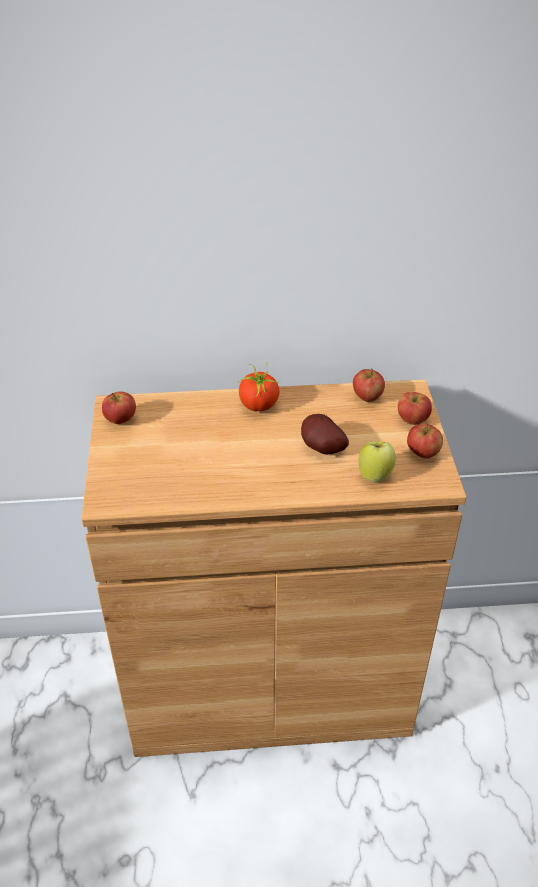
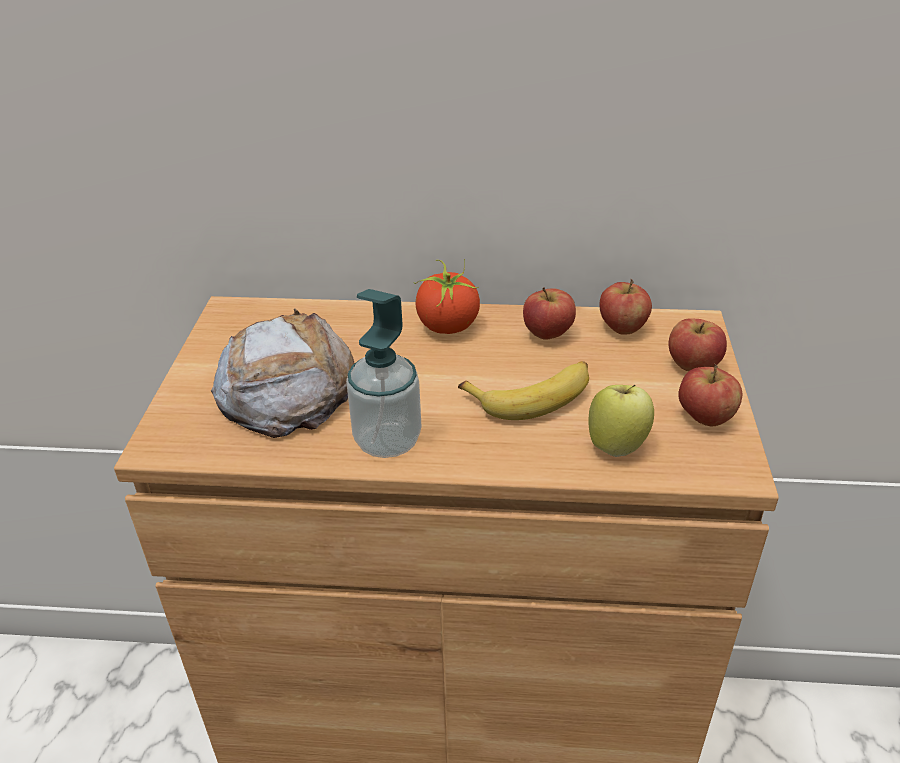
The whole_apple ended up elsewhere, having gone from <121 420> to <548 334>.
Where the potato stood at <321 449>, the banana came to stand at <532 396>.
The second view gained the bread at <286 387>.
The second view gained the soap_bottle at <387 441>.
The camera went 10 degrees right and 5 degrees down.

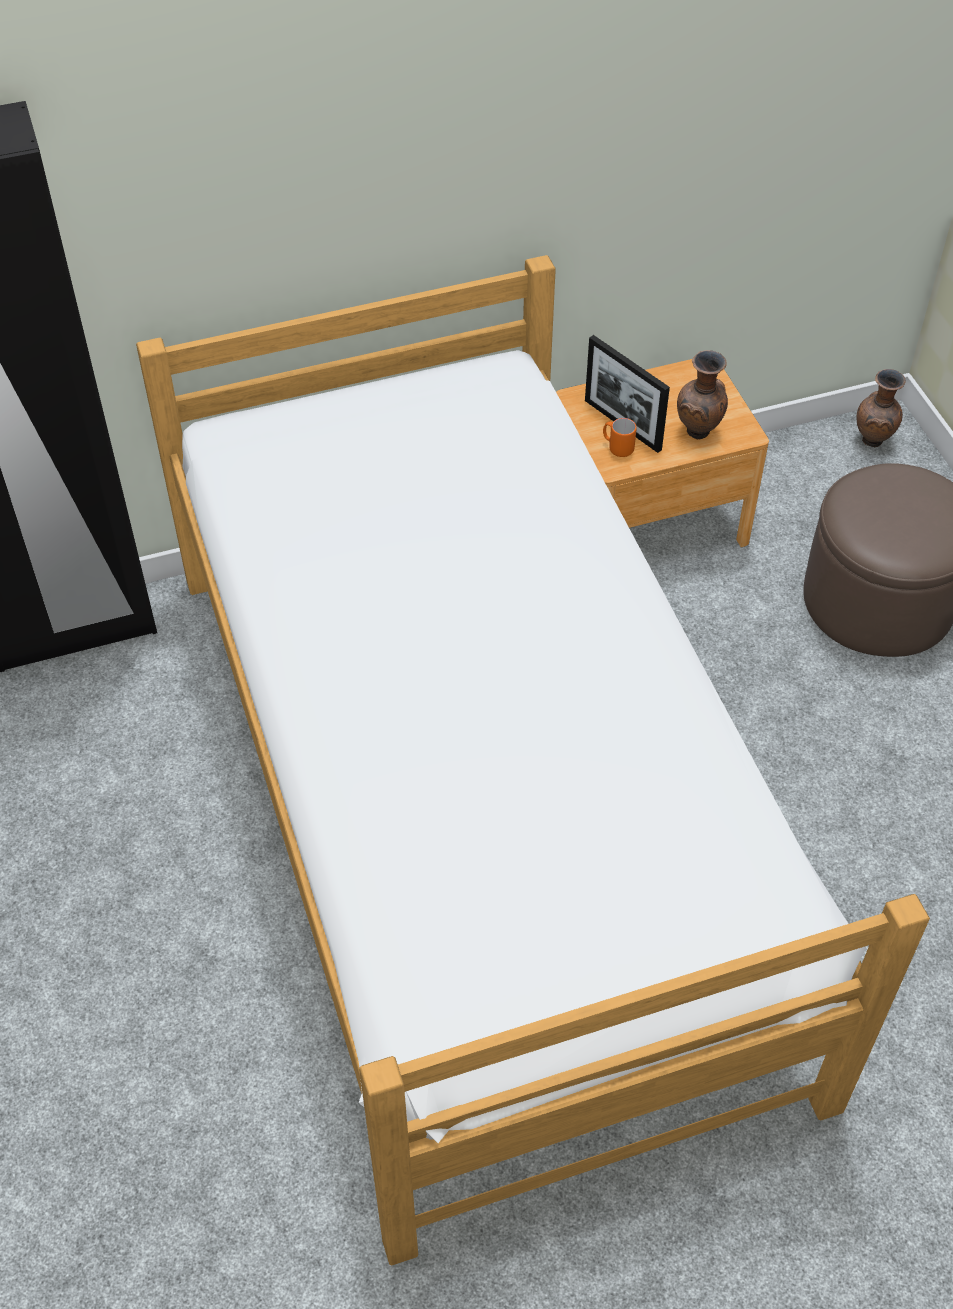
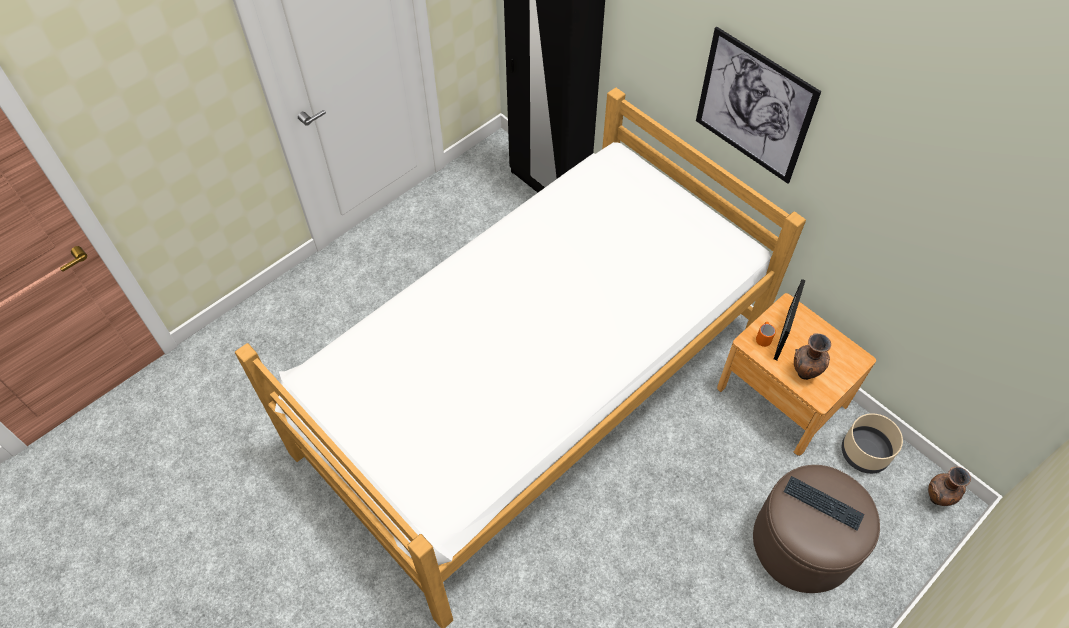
The second view gained the picture at <754 106>.
The second view gained the computer_keyboard at <823 503>.
The second view gained the beige_plant_pot at <865 453>.
The camera went 65 degrees right and 5 degrees up.

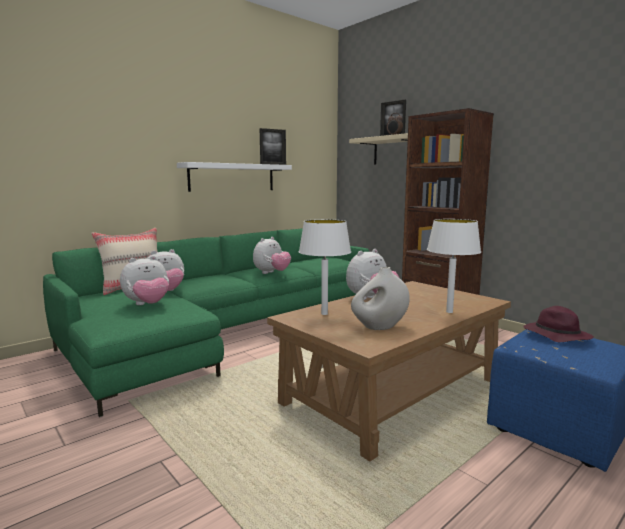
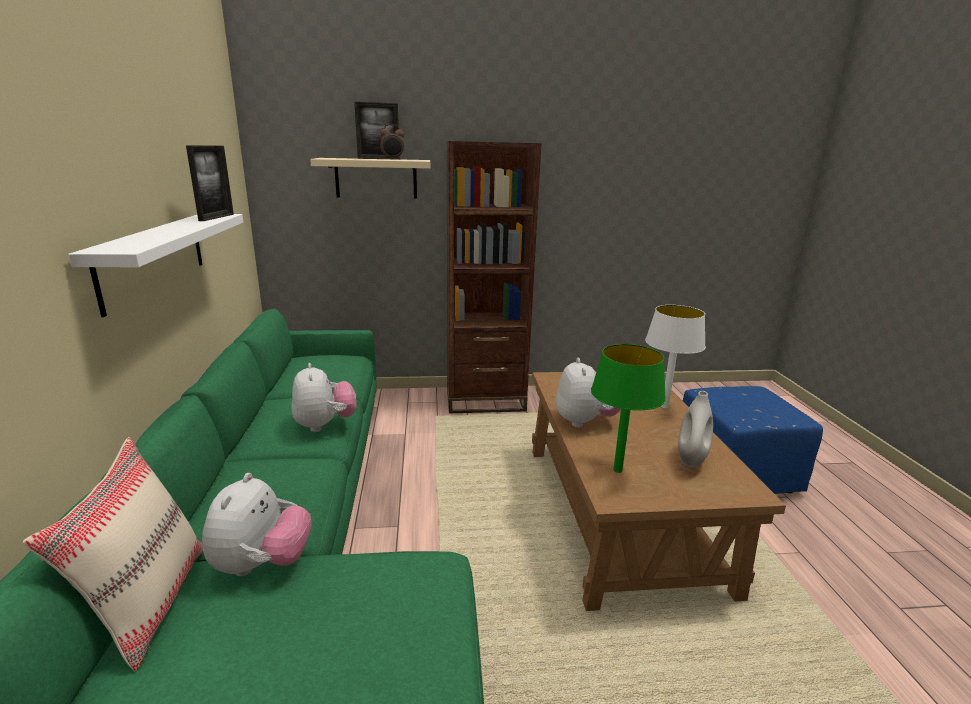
The second view lost the plush_toy at <148 305>.
What was the white-coloured_tabletop_lamp at <324 314> turned into the greenish_tabletop_lamp at <618 470>.
The second view lost the purple_wearable_hat at <555 335>.
The camera went 55 degrees left and 10 degrees up.

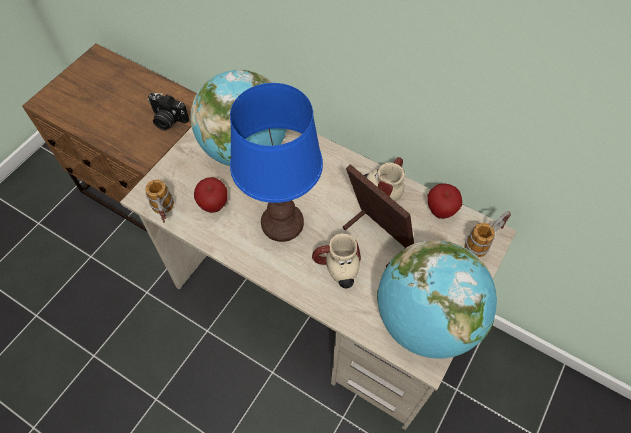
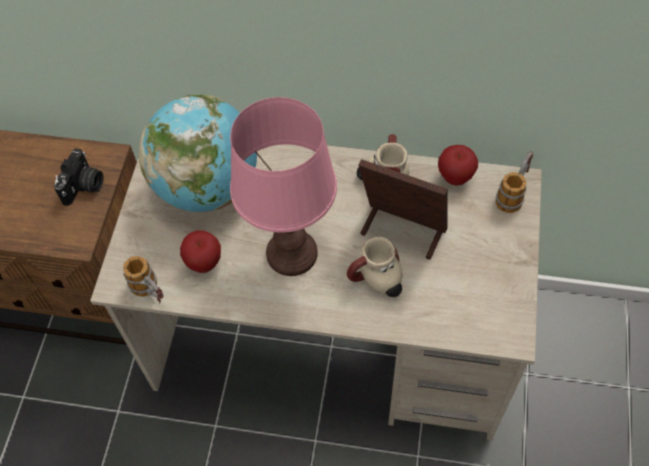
The photo_camera at <167 120> ended up facing another way, 75 degrees counterclockwise from before.
What was the bluish_tabletop_lamp at <282 222> turned into the pinkish_tabletop_lamp at <292 253>.
The second view lost the world_globe at <425 320>.
The camera went 20 degrees left and 0 degrees up.

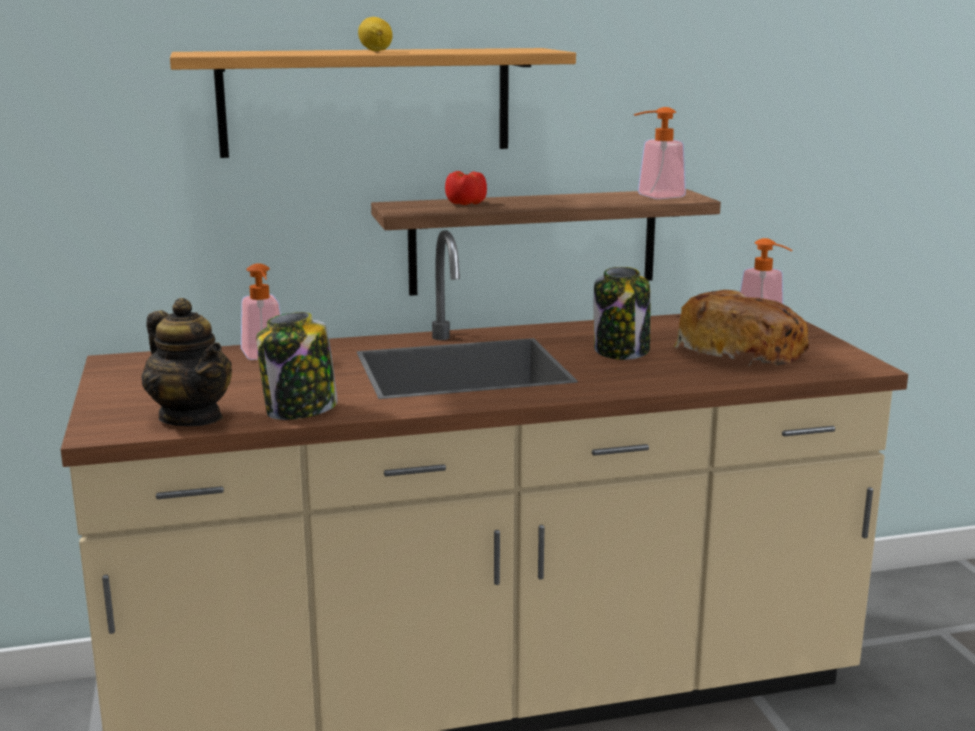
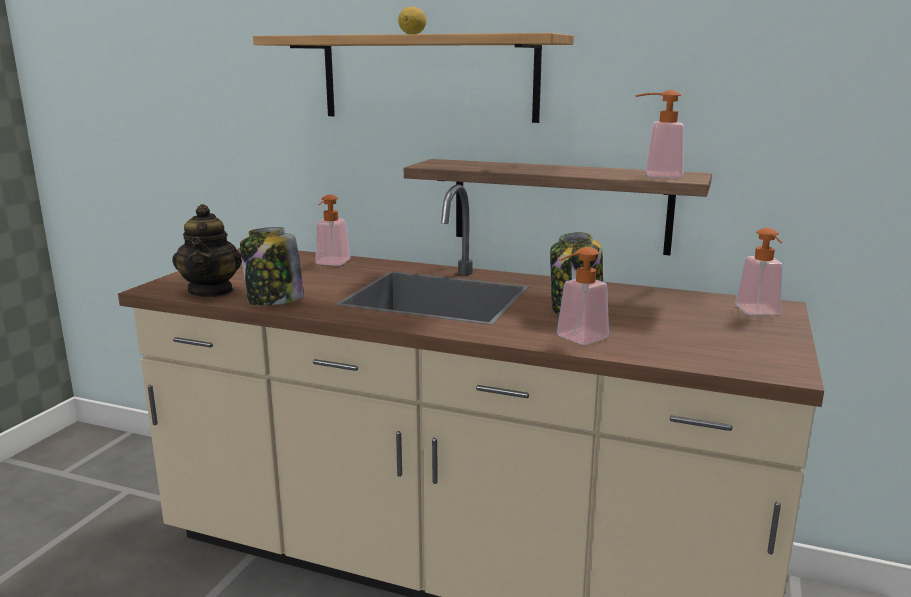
The second view lost the tomato at <466 203>.
The second view lost the bread at <739 351>.
The second view gained the soap_bottle at <576 339>.
The camera went 35 degrees right and 0 degrees up.

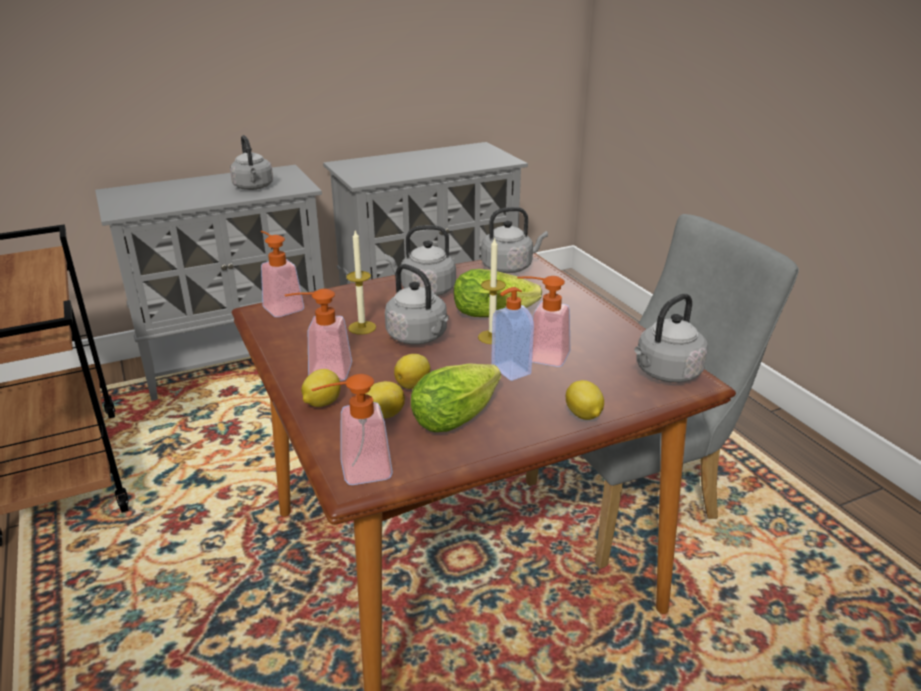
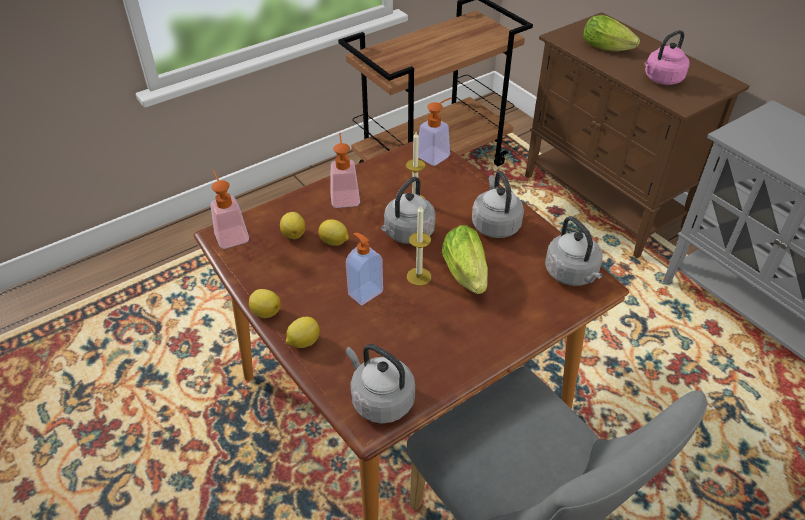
What was the greyish_cabinet at <238 360> turned into the brown_cabinet at <604 202>.
What was the greyish_water_kettle at <254 187> turned into the pinkish_water_kettle at <661 79>.
The citrus_fruit ended up elsewhere, having gone from <321 403> to <265 312>.
The lettuce_head ended up elsewhere, having gone from <460 414> to <609 48>.
The second view lost the soap_bottle at <540 355>.
The camera went 80 degrees right and 15 degrees up.

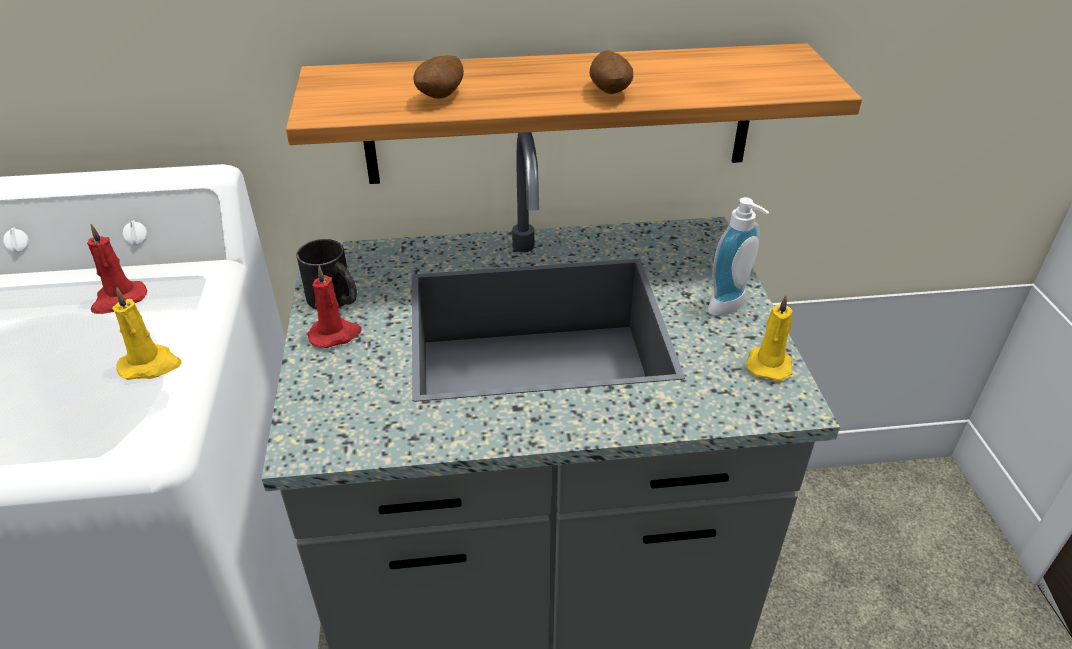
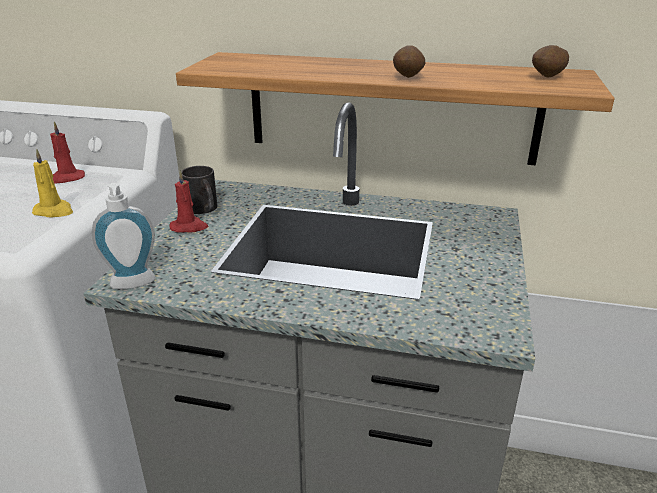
The potato ended up elsewhere, having gone from <441 97> to <548 77>.
The soap_bottle ended up elsewhere, having gone from <731 308> to <133 285>.
The second view lost the yellowish_candle at <769 364>.
The camera went 20 degrees right and 10 degrees down.

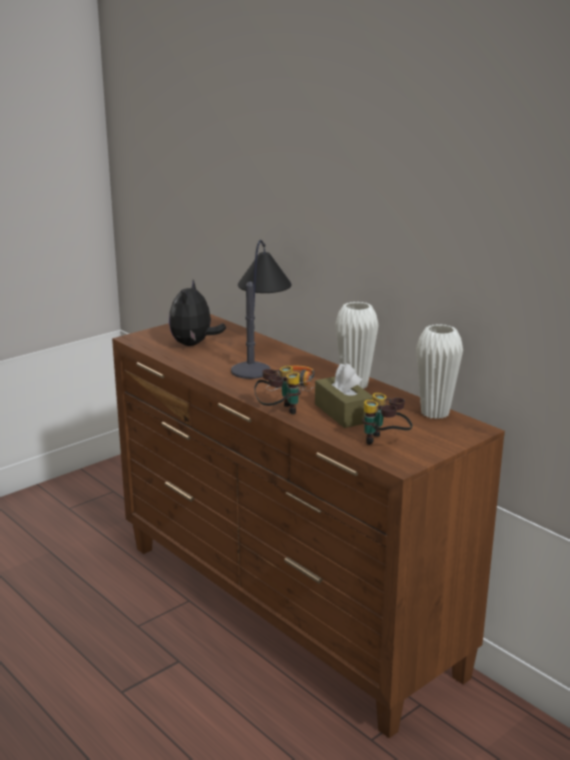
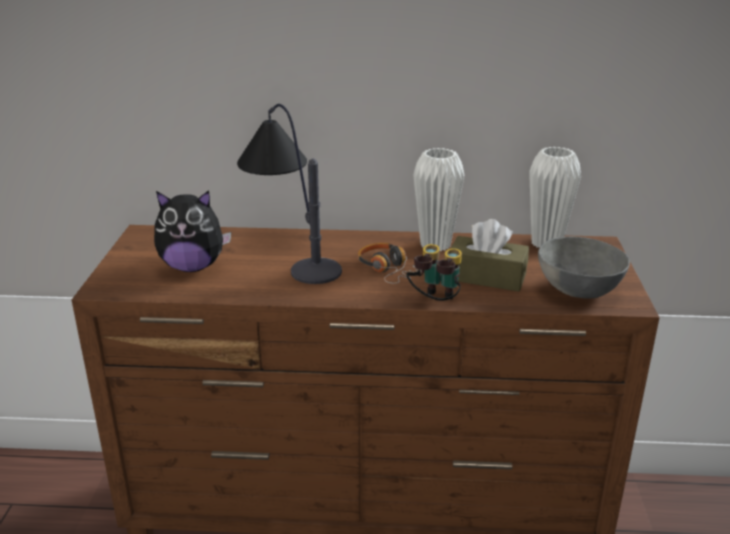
The plush_toy at <194 344> ended up facing another way, 60 degrees counterclockwise from before.
Where the field_glasses stood at <385 443>, the greyish_bowl came to stand at <576 289>.
The camera went 45 degrees left and 5 degrees up.

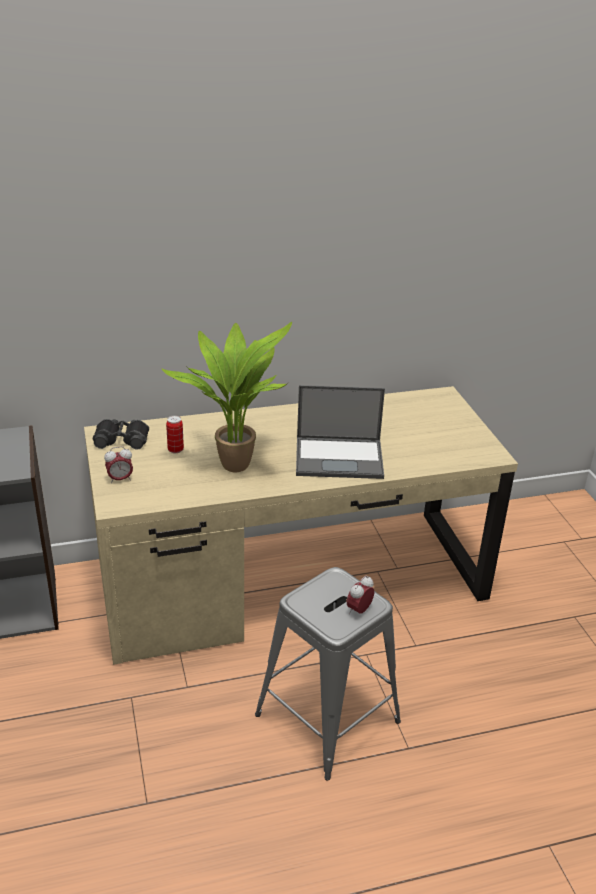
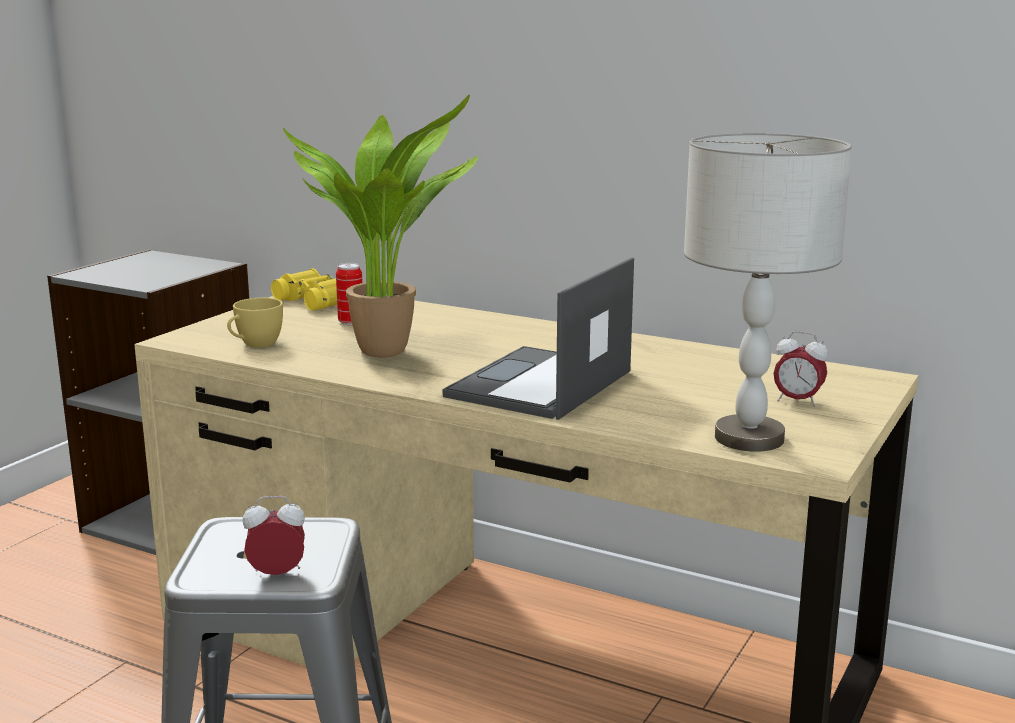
What was the black-coloured_field_glasses at <122 439> turned into the yellowish_field_glasses at <317 301>.
The table_clock ended up elsewhere, having gone from <120 479> to <797 401>.
The laptop at <340 458> ended up facing another way, 75 degrees clockwise from before.
The second view gained the yellowish_small_cup at <255 345>.
The second view gained the greyish_tabletop_lamp at <749 439>.
The camera went 45 degrees right and 15 degrees down.

